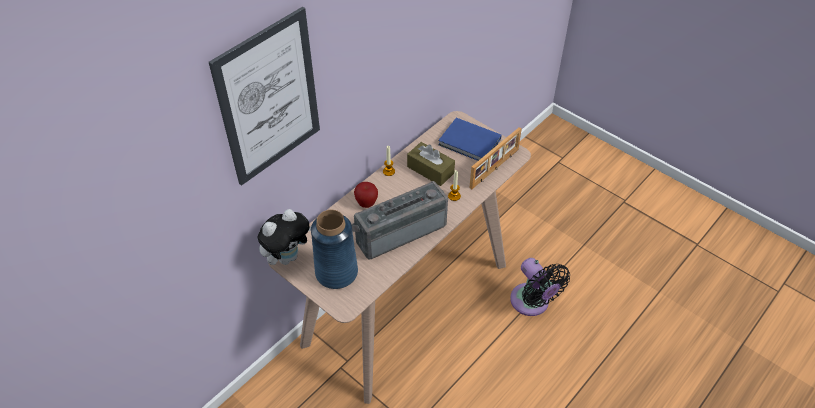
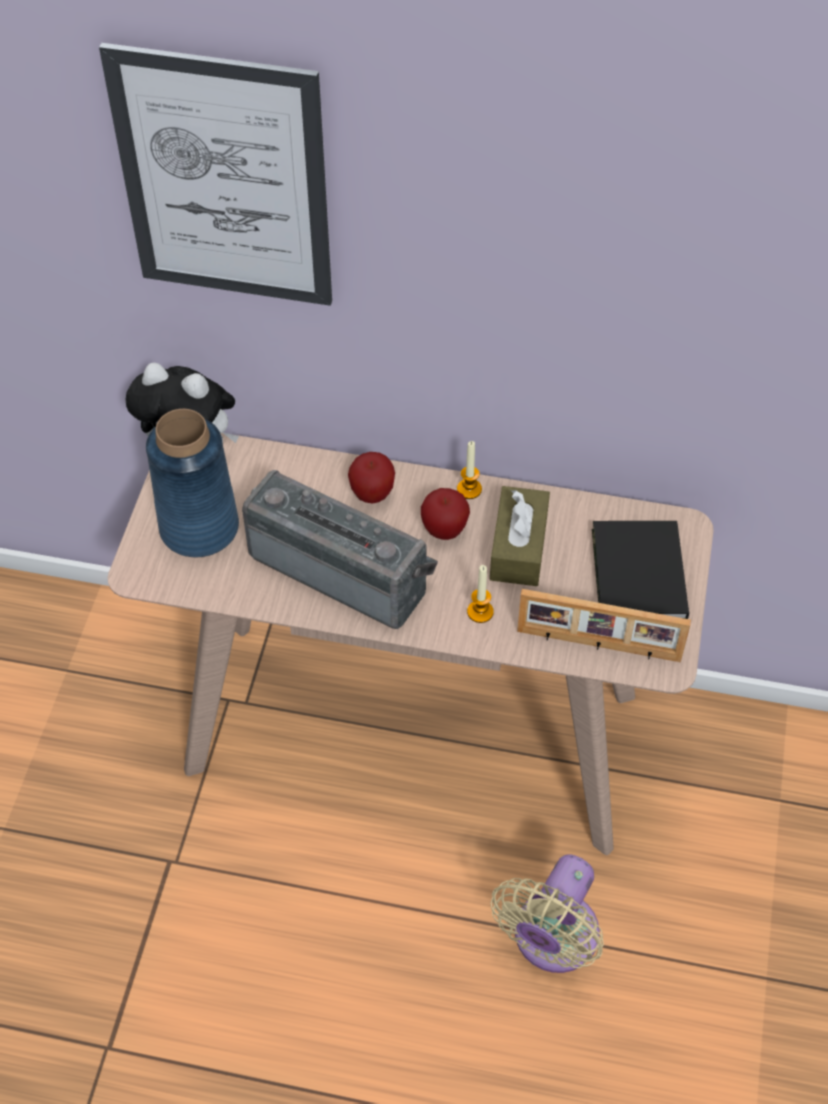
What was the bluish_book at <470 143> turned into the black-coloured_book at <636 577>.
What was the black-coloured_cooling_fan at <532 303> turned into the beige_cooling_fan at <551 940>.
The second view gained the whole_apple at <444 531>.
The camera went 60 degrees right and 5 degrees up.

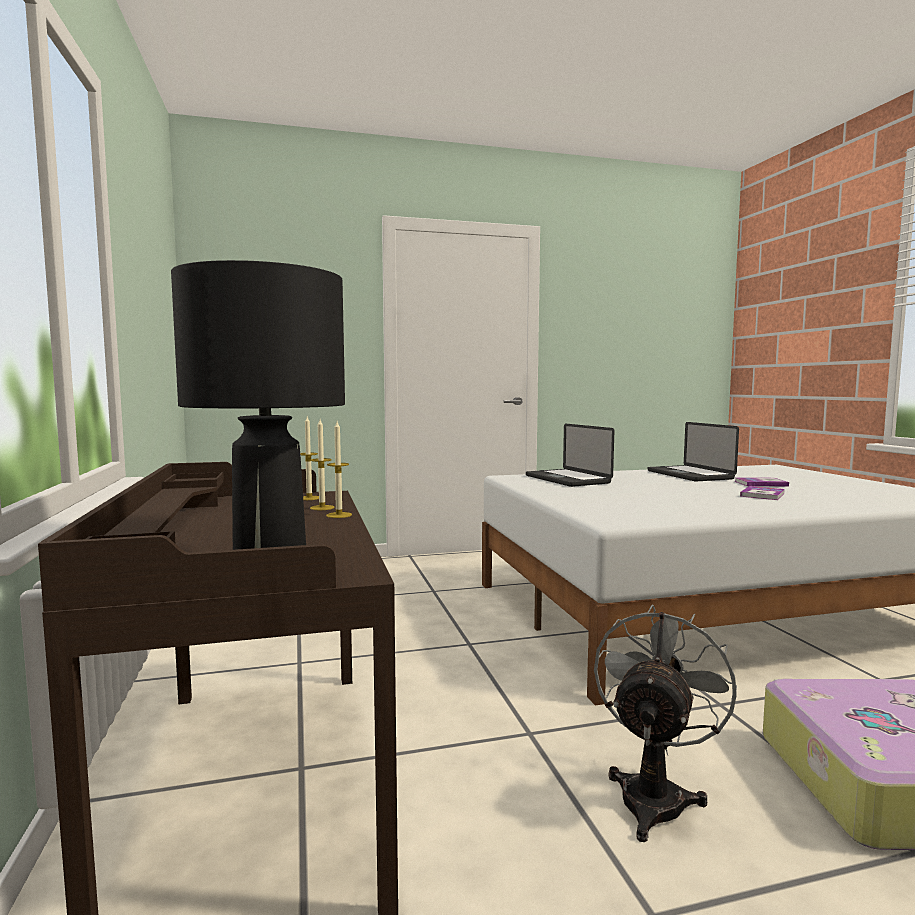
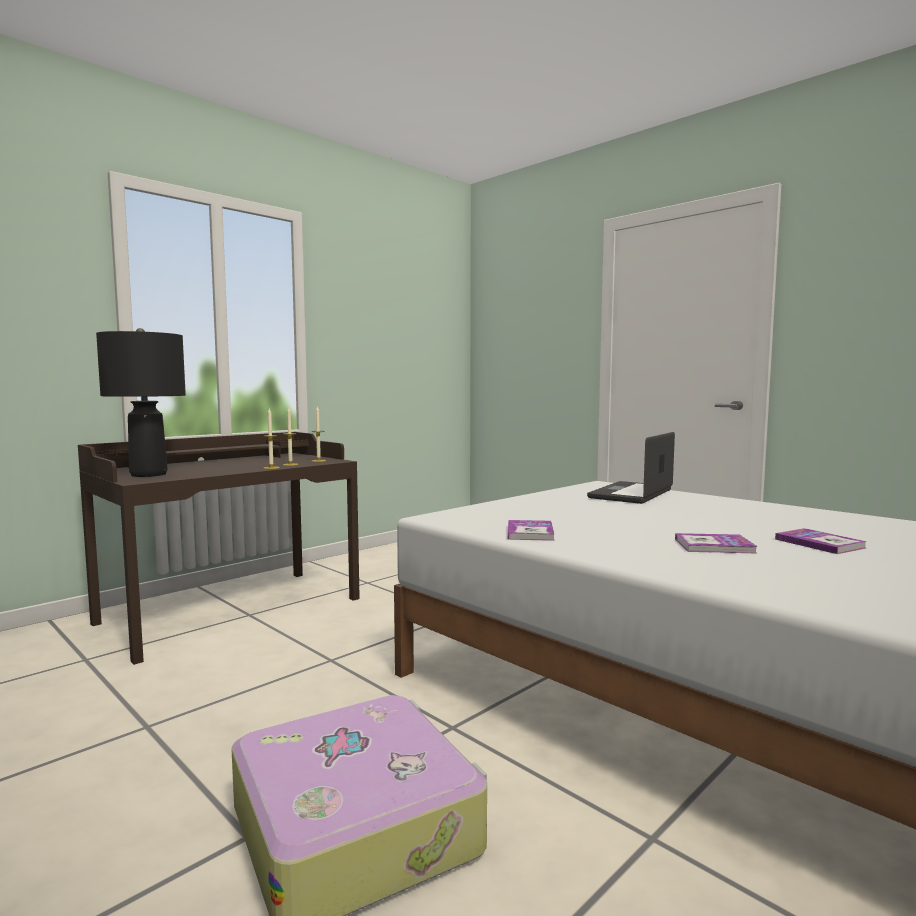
The second view lost the greyish_cooling_fan at <655 794>.
The second view lost the laptop at <689 475>.
The second view gained the book at <530 532>.
The camera went 60 degrees right and 0 degrees up.

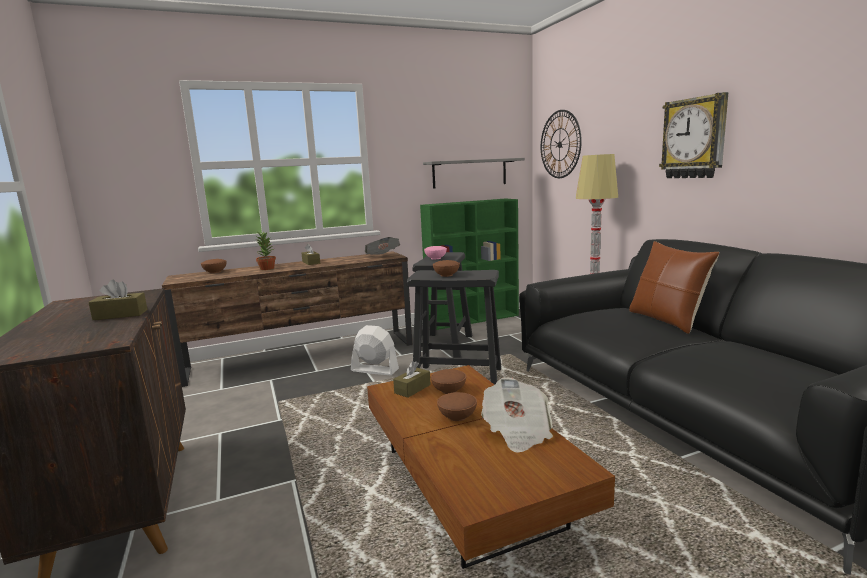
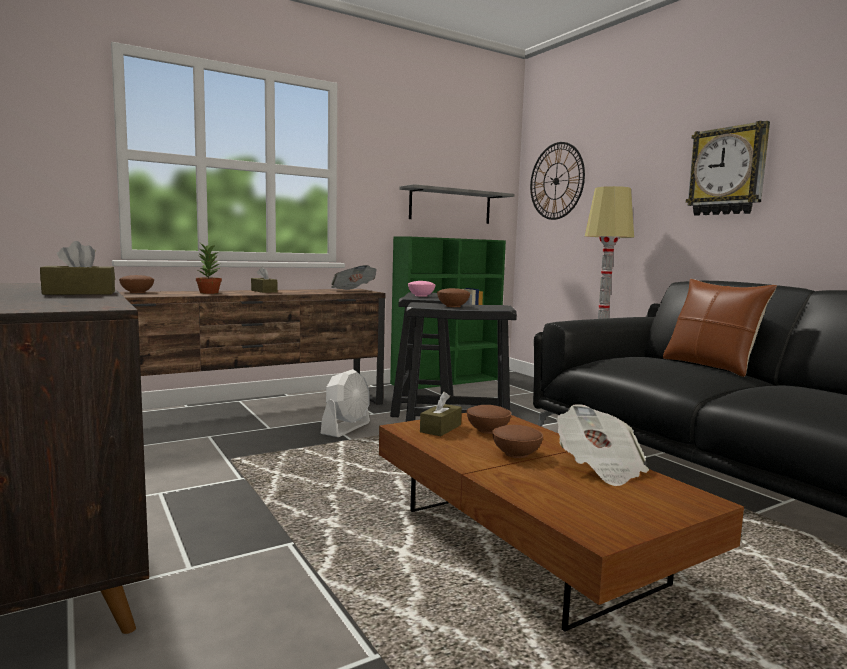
The white-coloured_cooling_fan at <374 370> ended up facing another way, 105 degrees clockwise from before.
The camera went 10 degrees left and 5 degrees down.

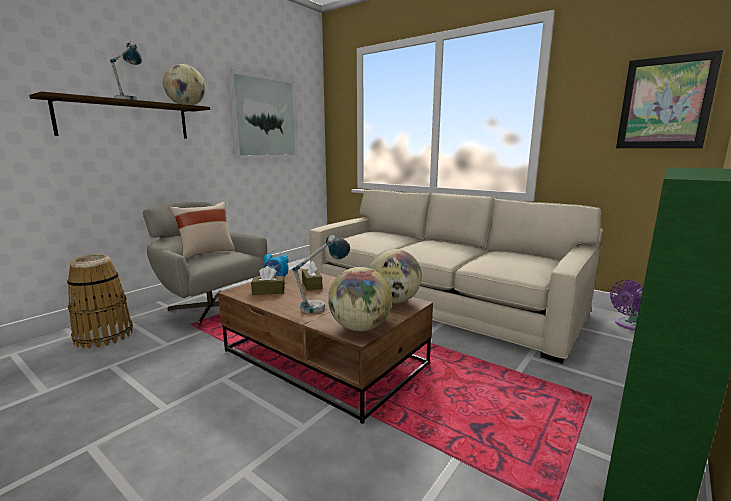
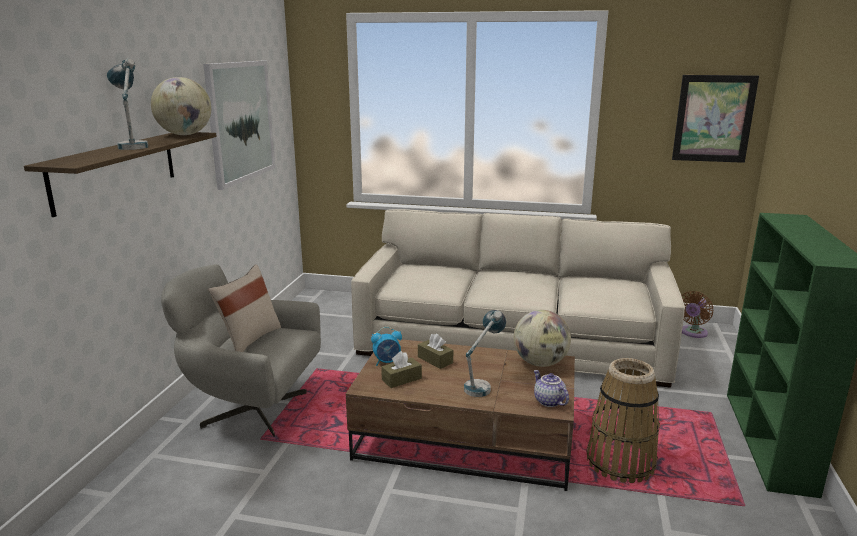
The basket ended up elsewhere, having gone from <104 336> to <620 462>.
Where the world_globe stood at <359 328>, the tea_pot came to stand at <548 401>.
What was the purple_cooling_fan at <628 325> turned into the brown_cooling_fan at <692 333>.
The camera went 25 degrees left and 5 degrees up.

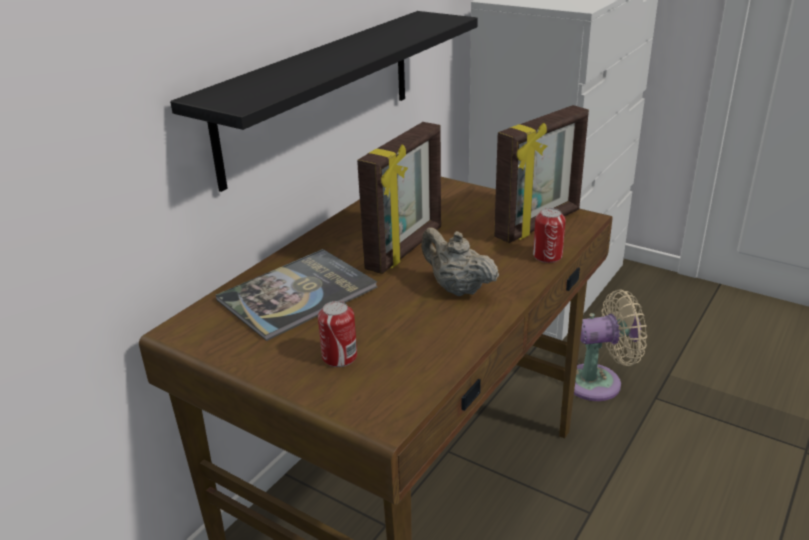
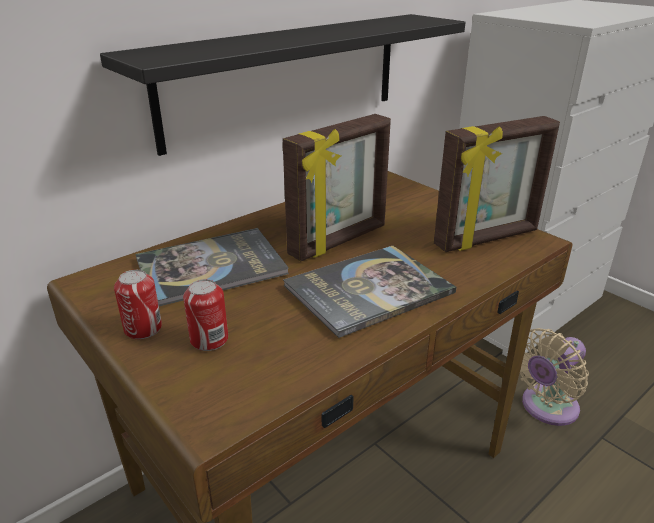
Where the beige_tea_pot stood at <457 288>, the book came to stand at <368 290>.
The metal_can ended up elsewhere, having gone from <547 256> to <143 328>.
The beige_cooling_fan at <599 382> ended up facing another way, 135 degrees clockwise from before.
The camera went 15 degrees right and 0 degrees up.

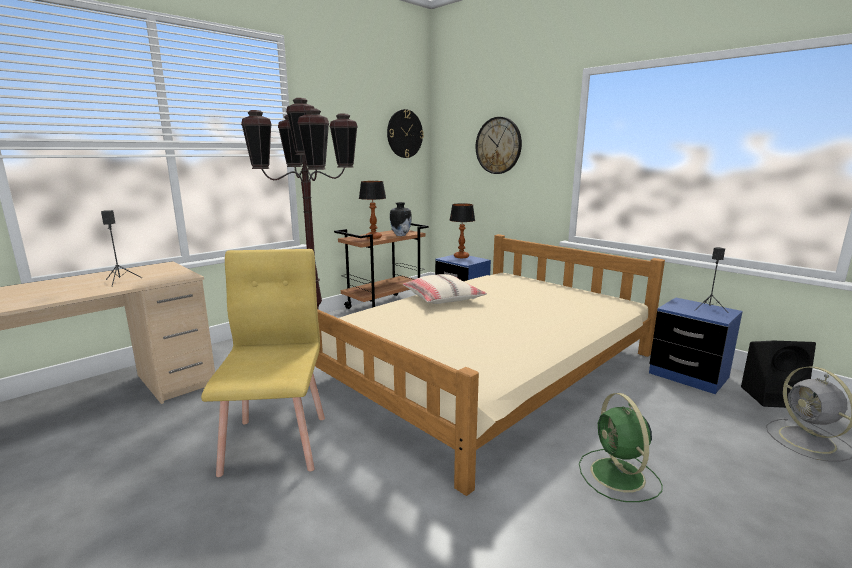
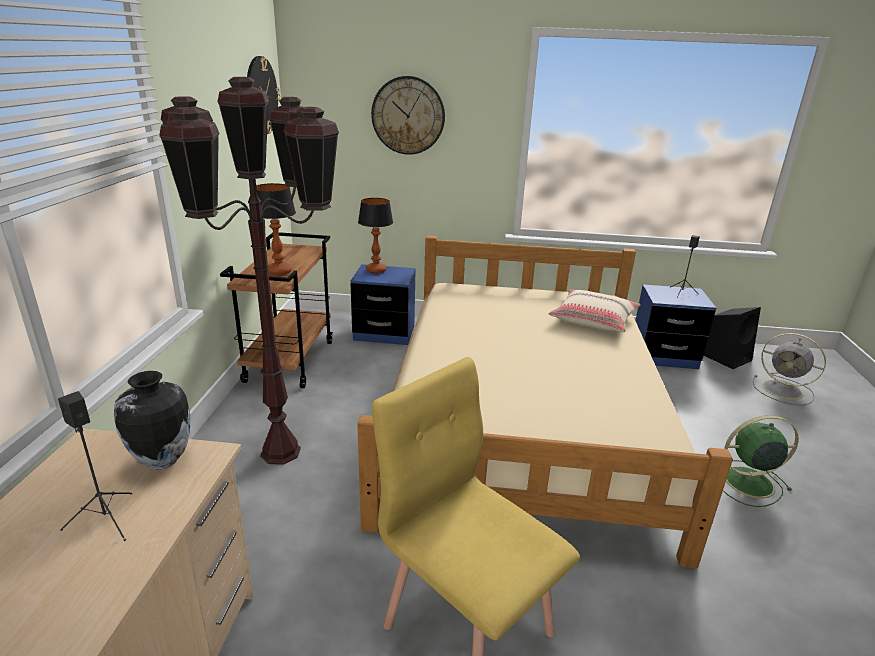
The vase ended up elsewhere, having gone from <400 235> to <162 461>.
The beige_pillow ended up elsewhere, having gone from <443 298> to <593 320>.
The greenish_cooling_fan at <618 476> ended up facing another way, 135 degrees clockwise from before.
The camera went 40 degrees left and 10 degrees up.

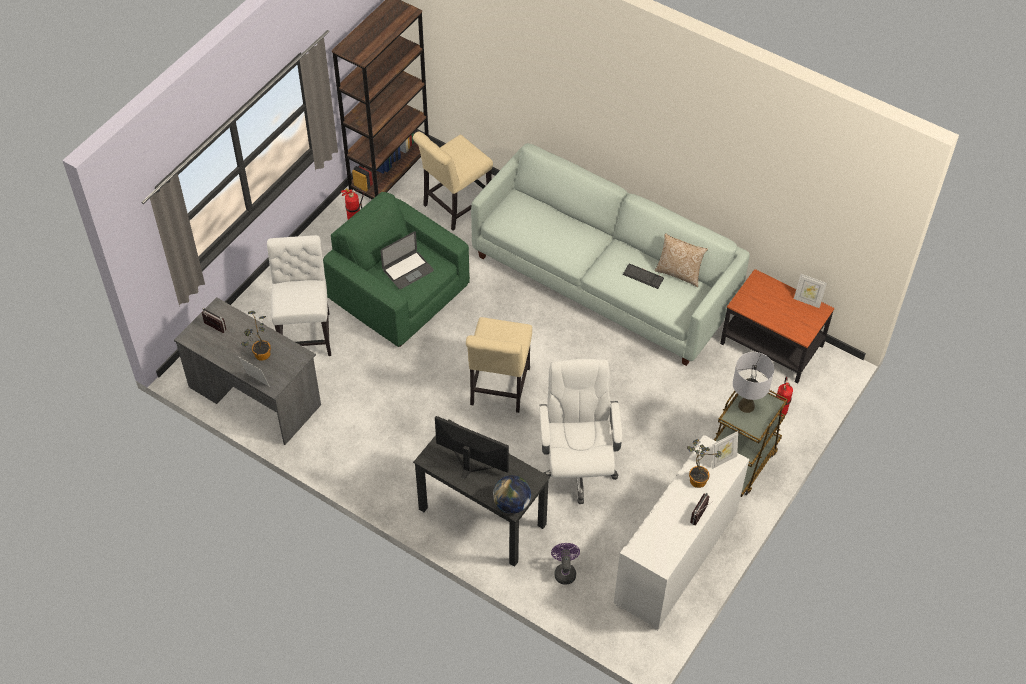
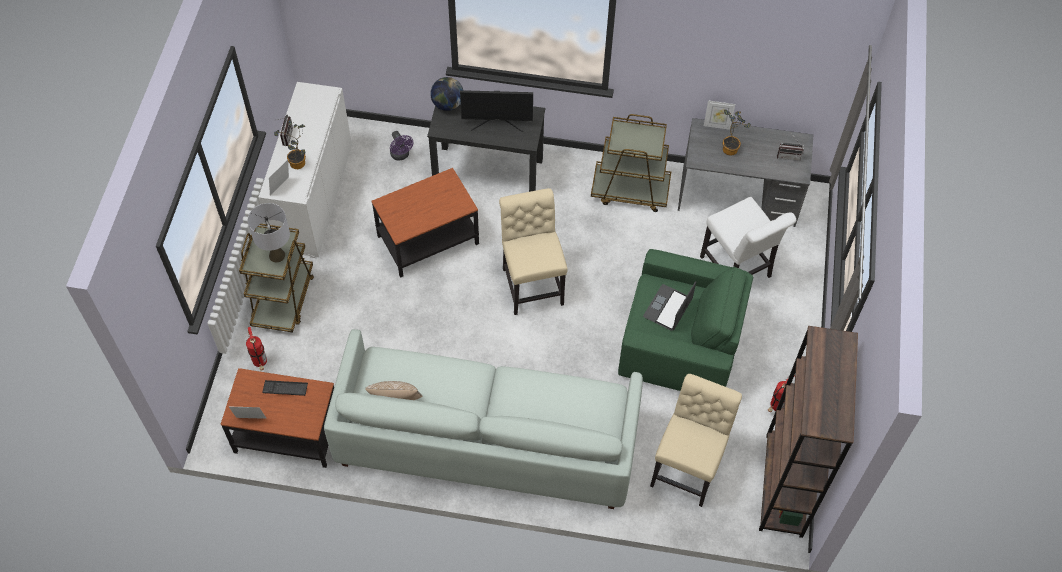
Where the white-coloured_desk_chair stood at <577 467>, the accent_table came to stand at <428 240>.
The computer_keyboard ended up elsewhere, having gone from <643 277> to <285 388>.
The second view gained the brown_trolley at <630 190>.
The camera went 155 degrees right and 5 degrees up.

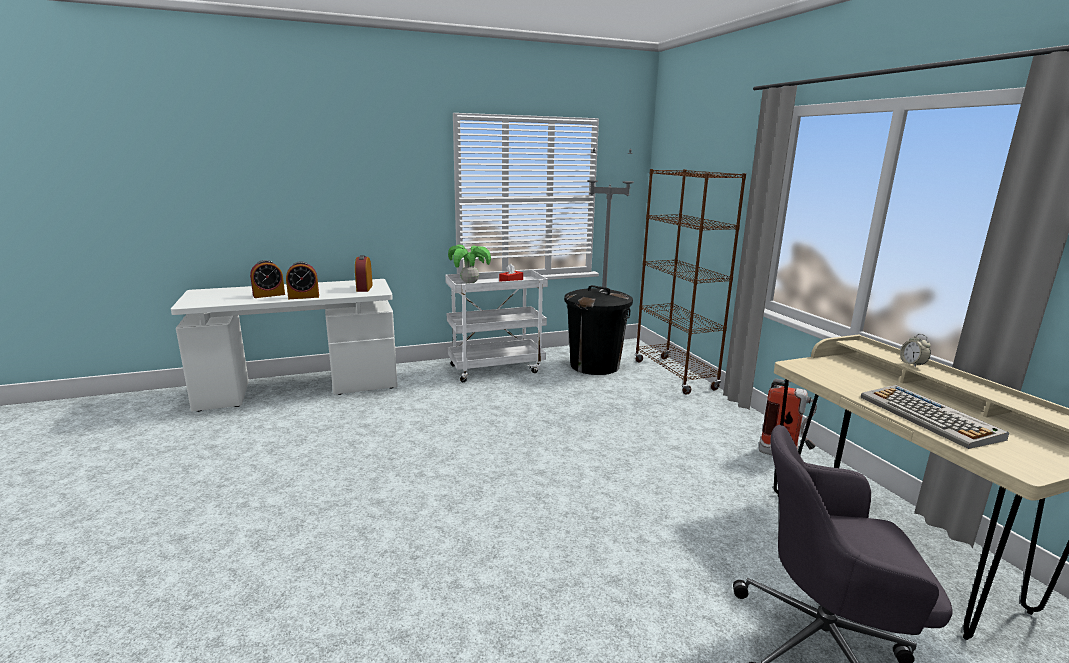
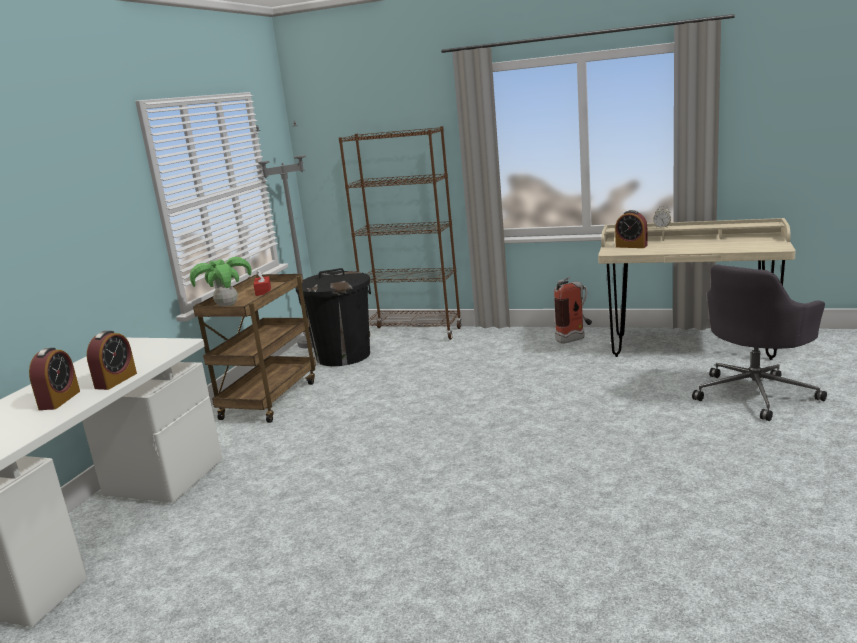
The table_clock ended up elsewhere, having gone from <364 288> to <631 246>.
What was the white-coloured_trolley at <496 368> turned into the brown_trolley at <269 399>.
The second view lost the computer_keyboard at <930 417>.
The camera went 50 degrees left and 0 degrees up.

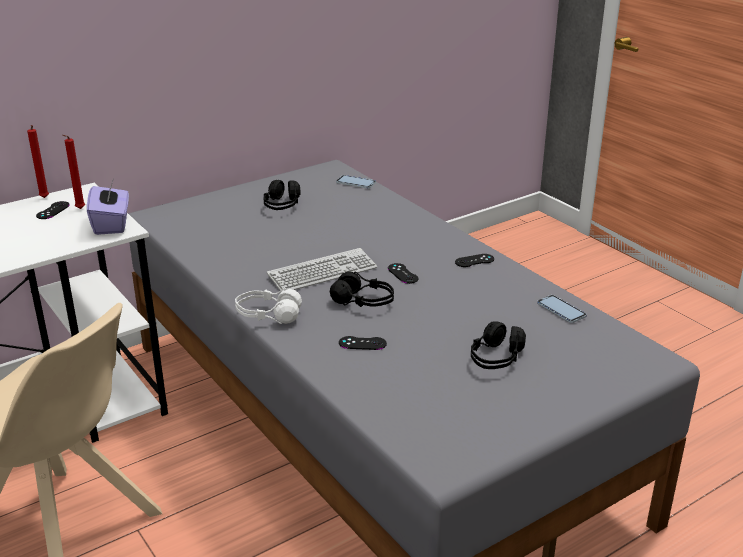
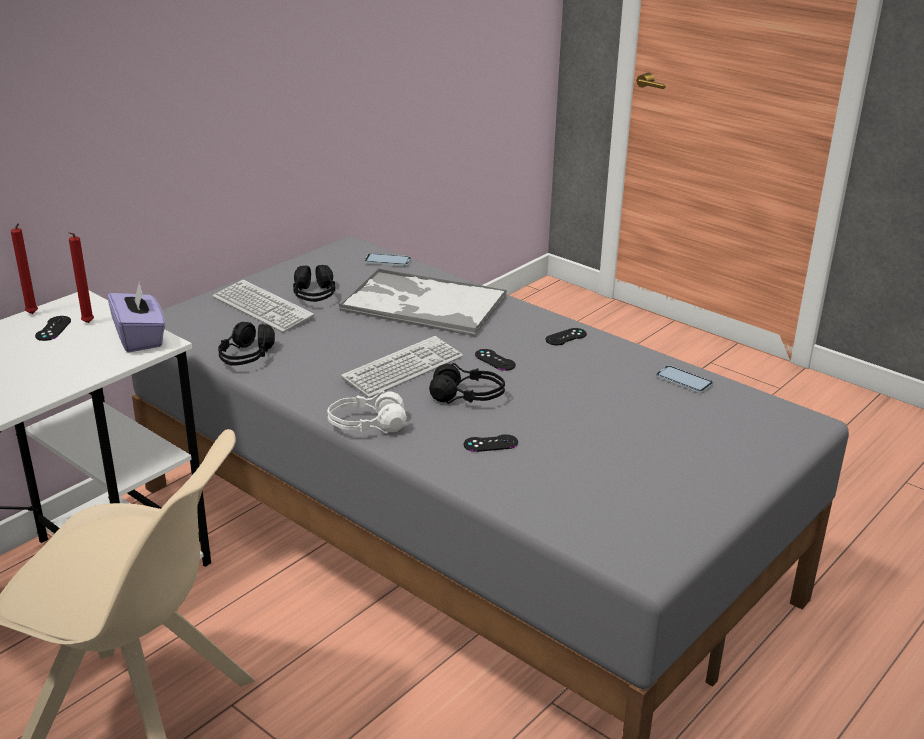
The black-coloured_headset ended up elsewhere, having gone from <496 358> to <246 357>.
The second view gained the computer_keyboard at <262 308>.
The second view gained the tray at <422 304>.
The camera went 15 degrees left and 0 degrees up.

